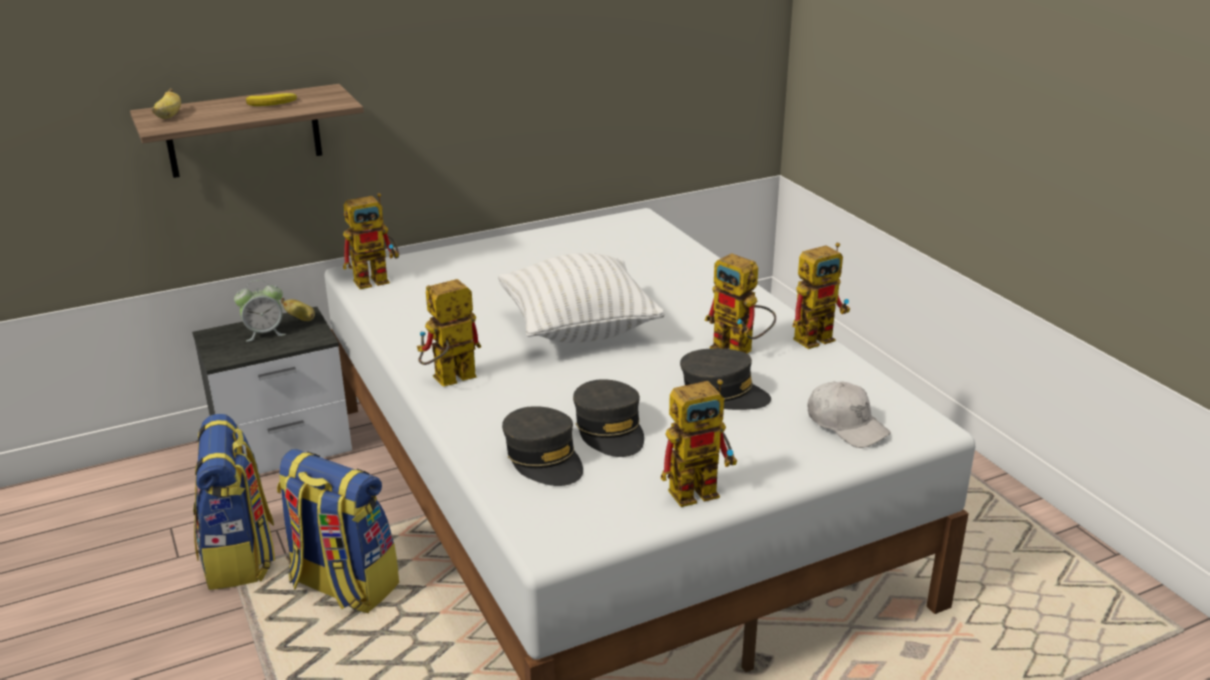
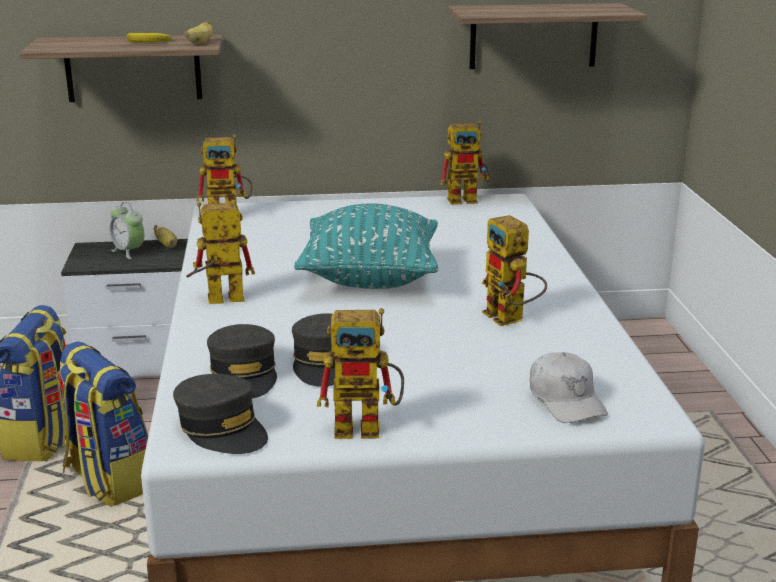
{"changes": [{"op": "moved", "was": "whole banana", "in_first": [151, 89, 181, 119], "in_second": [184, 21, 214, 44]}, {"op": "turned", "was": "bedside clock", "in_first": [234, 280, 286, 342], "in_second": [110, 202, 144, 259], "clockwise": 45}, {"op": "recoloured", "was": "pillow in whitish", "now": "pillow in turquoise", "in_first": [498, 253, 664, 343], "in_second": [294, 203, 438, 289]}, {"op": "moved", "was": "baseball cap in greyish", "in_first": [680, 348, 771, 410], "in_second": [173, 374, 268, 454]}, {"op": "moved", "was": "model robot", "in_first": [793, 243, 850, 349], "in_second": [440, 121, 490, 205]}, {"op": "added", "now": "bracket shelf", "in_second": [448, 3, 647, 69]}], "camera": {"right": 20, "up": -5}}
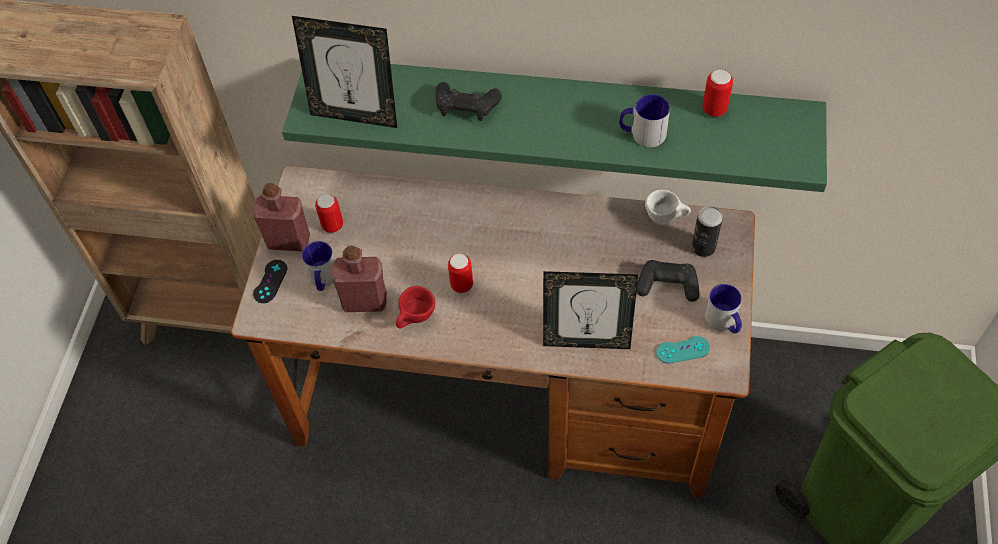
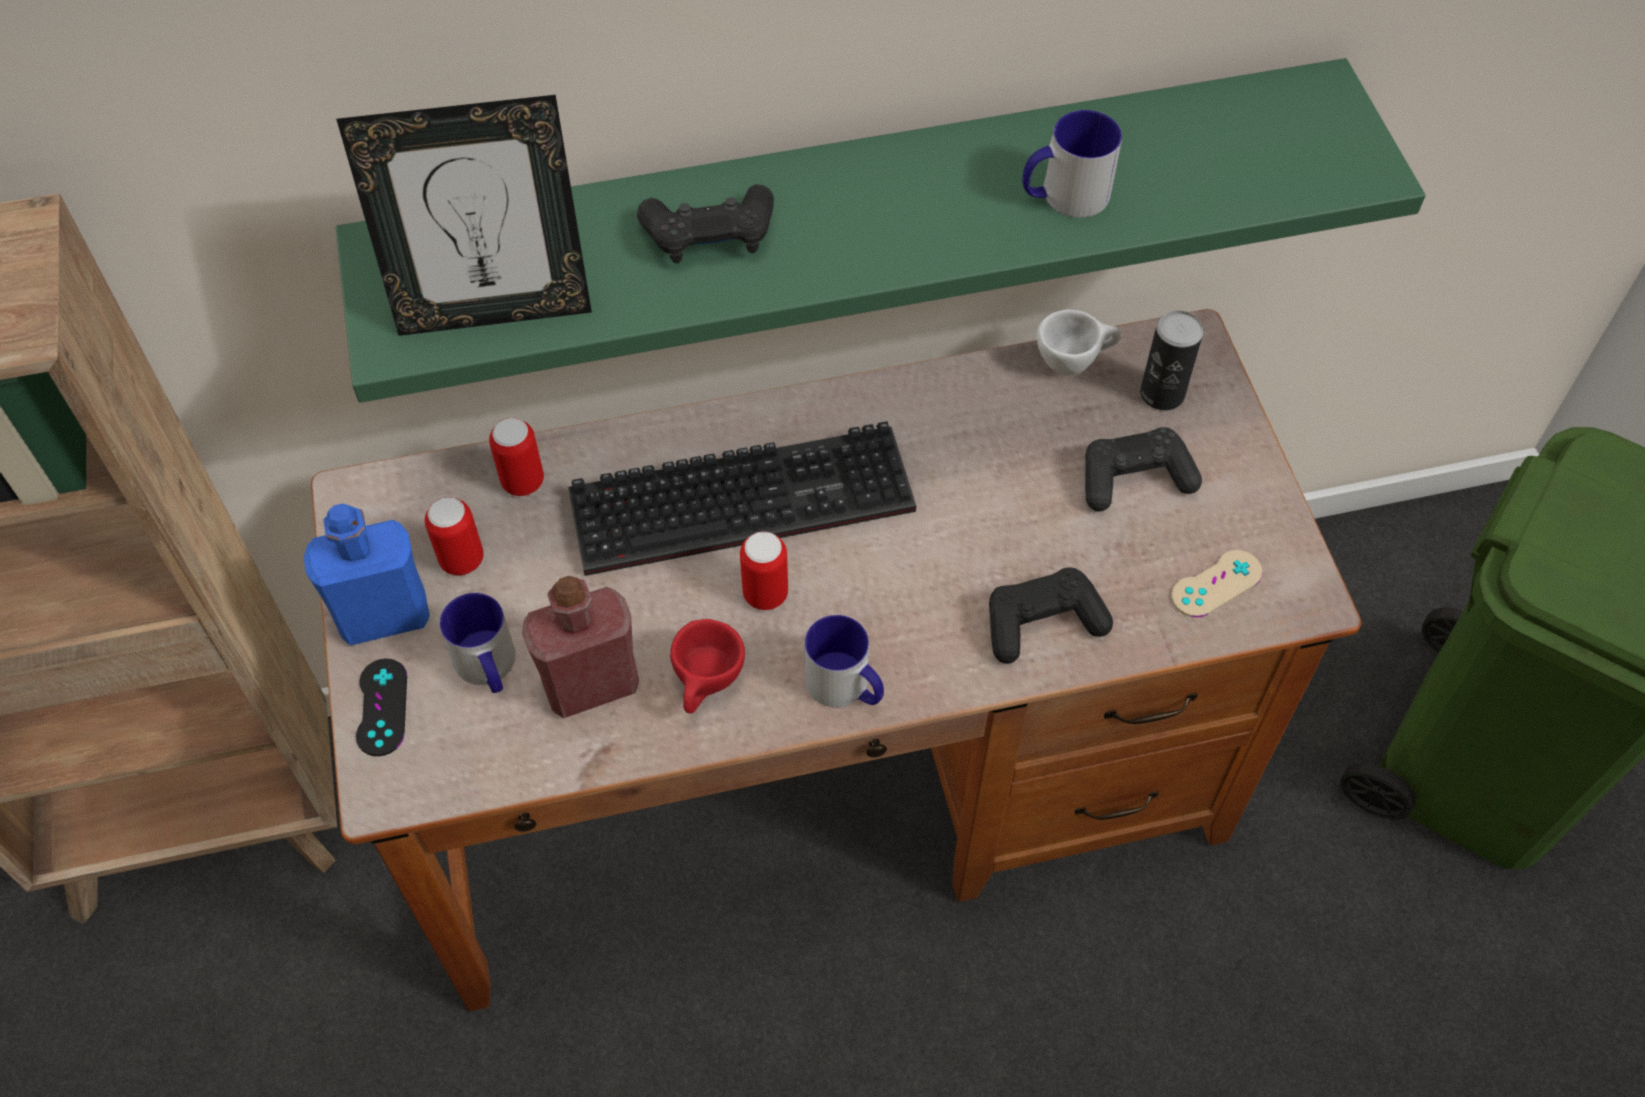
{"changes": [{"op": "recoloured", "was": "drink bottle in red-coloured", "now": "drink bottle in blue-coloured", "in_first": [252, 183, 310, 252], "in_second": [303, 504, 430, 646]}, {"op": "replaced", "was": "standing frame", "now": "joypad in blackish", "in_first": [543, 271, 638, 349], "in_second": [989, 567, 1113, 664]}, {"op": "recoloured", "was": "joypad in turquoise", "now": "joypad in sand-coloured", "in_first": [656, 336, 710, 364], "in_second": [1171, 550, 1262, 617]}, {"op": "moved", "was": "metal can", "in_first": [702, 69, 733, 117], "in_second": [489, 418, 544, 496]}, {"op": "moved", "was": "tea mug", "in_first": [705, 284, 742, 333], "in_second": [805, 615, 884, 707]}, {"op": "added", "now": "computer keyboard", "in_second": [568, 421, 916, 576]}], "camera": {"right": -25, "up": 0}}
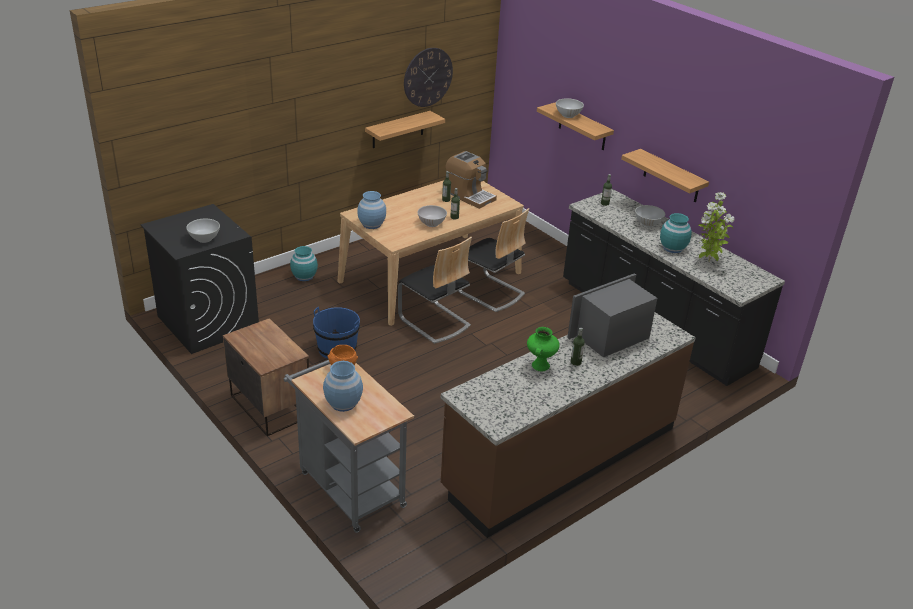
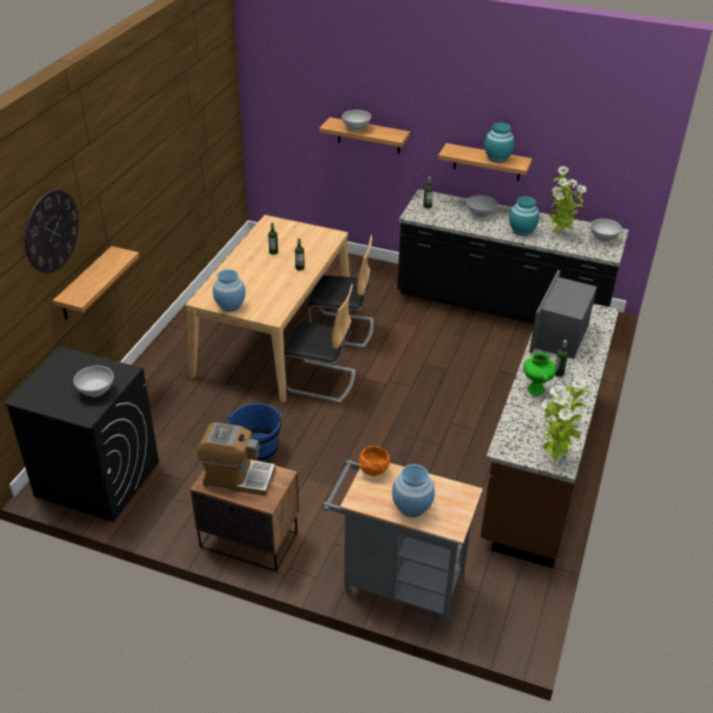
{"changes": [{"op": "moved", "was": "flower vase in turquoise", "in_first": [290, 246, 318, 281], "in_second": [484, 123, 515, 163]}, {"op": "moved", "was": "bracket shelf", "in_first": [365, 111, 445, 148], "in_second": [53, 246, 140, 320]}, {"op": "moved", "was": "clock on the wall", "in_first": [404, 48, 453, 107], "in_second": [25, 190, 79, 273]}, {"op": "moved", "was": "bowl in whitish", "in_first": [417, 205, 447, 227], "in_second": [591, 219, 622, 242]}, {"op": "moved", "was": "coffee machine", "in_first": [446, 151, 497, 209], "in_second": [197, 422, 276, 496]}, {"op": "added", "now": "potted plant", "in_second": [541, 378, 589, 461]}], "camera": {"right": -30, "up": 5}}
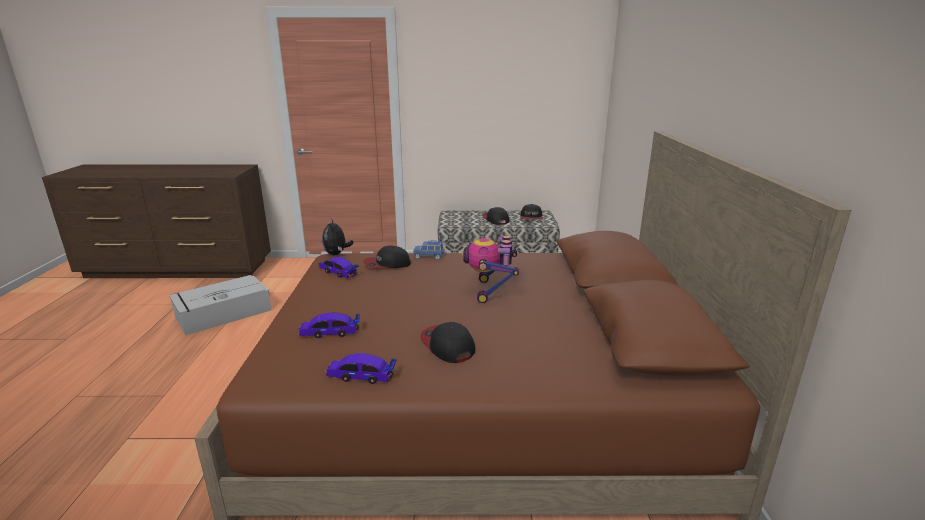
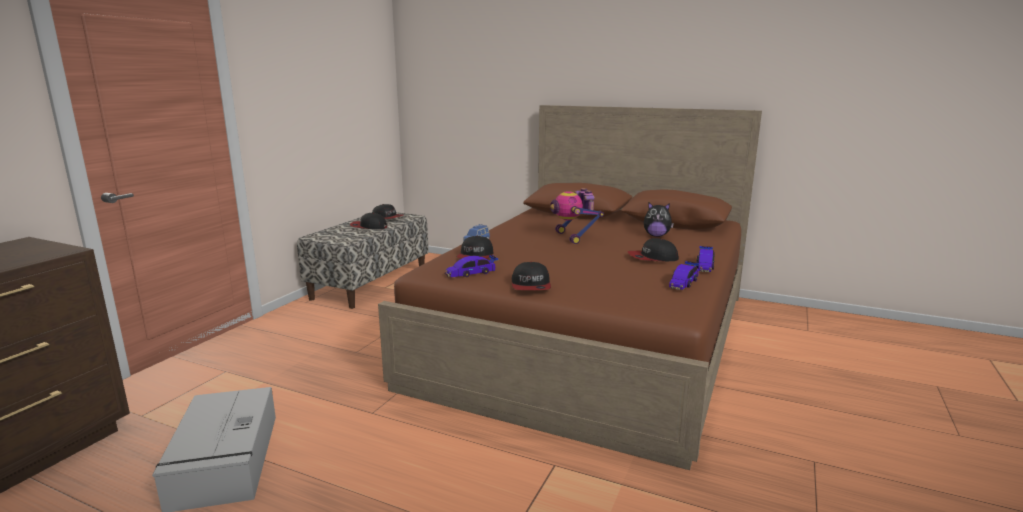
{"changes": [{"op": "moved", "was": "miniature car", "in_first": [297, 313, 360, 338], "in_second": [696, 246, 715, 272]}, {"op": "moved", "was": "cuddly toy", "in_first": [322, 220, 354, 255], "in_second": [644, 203, 674, 237]}, {"op": "turned", "was": "model robot", "in_first": [462, 236, 519, 303], "in_second": [550, 188, 604, 244], "clockwise": 45}, {"op": "added", "now": "baseball cap", "in_second": [512, 262, 551, 290]}], "camera": {"right": -65, "up": -5}}
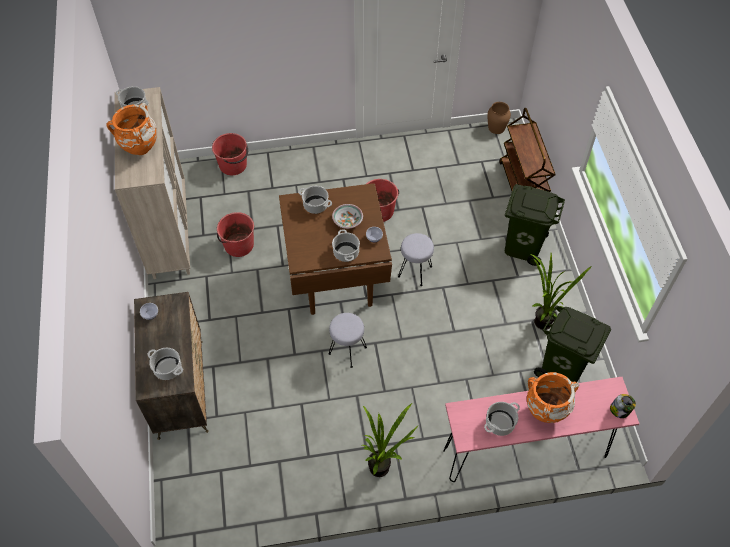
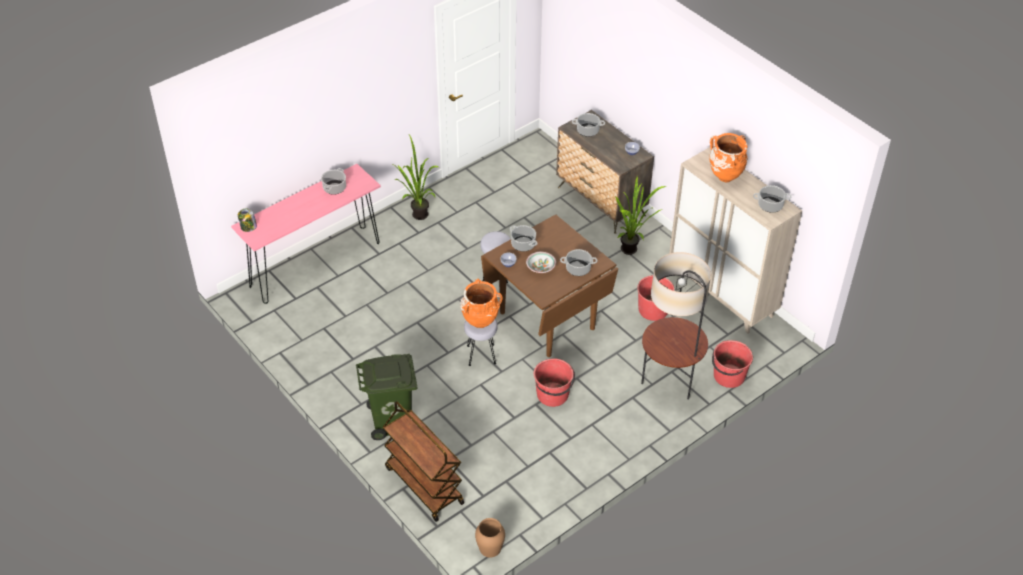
{"changes": [{"op": "moved", "was": "flower vase in orange", "in_first": [527, 372, 579, 423], "in_second": [460, 278, 503, 328]}, {"op": "moved", "was": "potted plant", "in_first": [531, 253, 592, 330], "in_second": [615, 177, 666, 255]}, {"op": "removed", "was": "rubbish bin in green", "in_first": [534, 305, 611, 382]}, {"op": "added", "now": "standard lamp", "in_second": [641, 252, 711, 400]}], "camera": {"right": 150, "up": -10}}
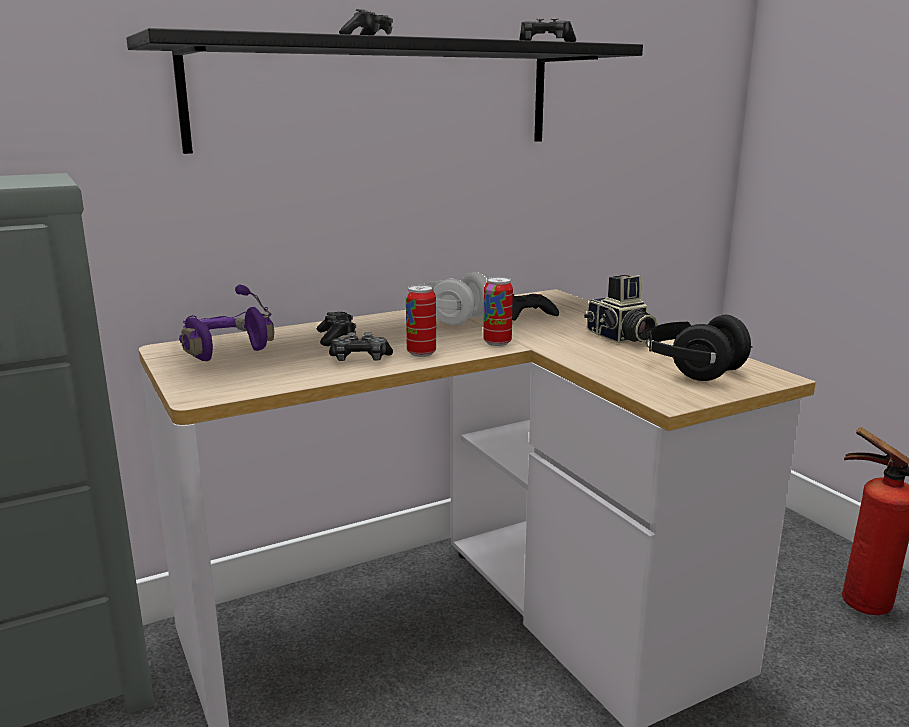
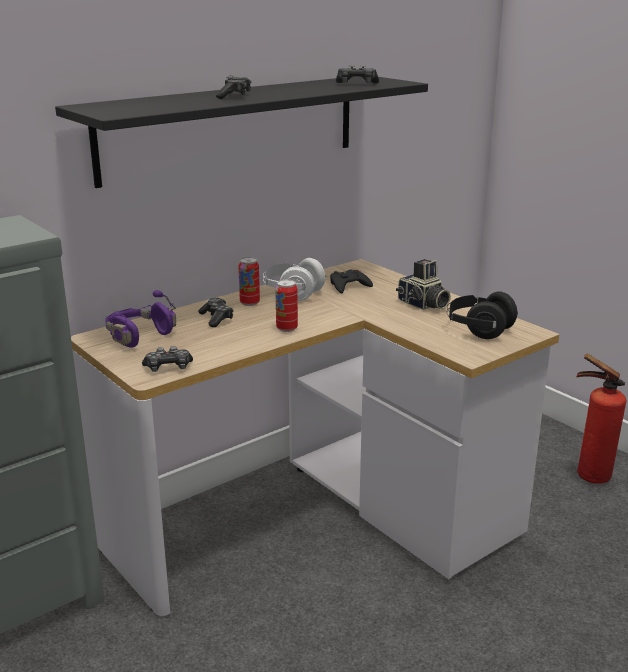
{"changes": [{"op": "moved", "was": "joypad", "in_first": [329, 332, 393, 361], "in_second": [142, 346, 193, 372]}, {"op": "moved", "was": "metal can", "in_first": [483, 277, 513, 346], "in_second": [238, 257, 260, 306]}], "camera": {"right": -10, "up": 5}}
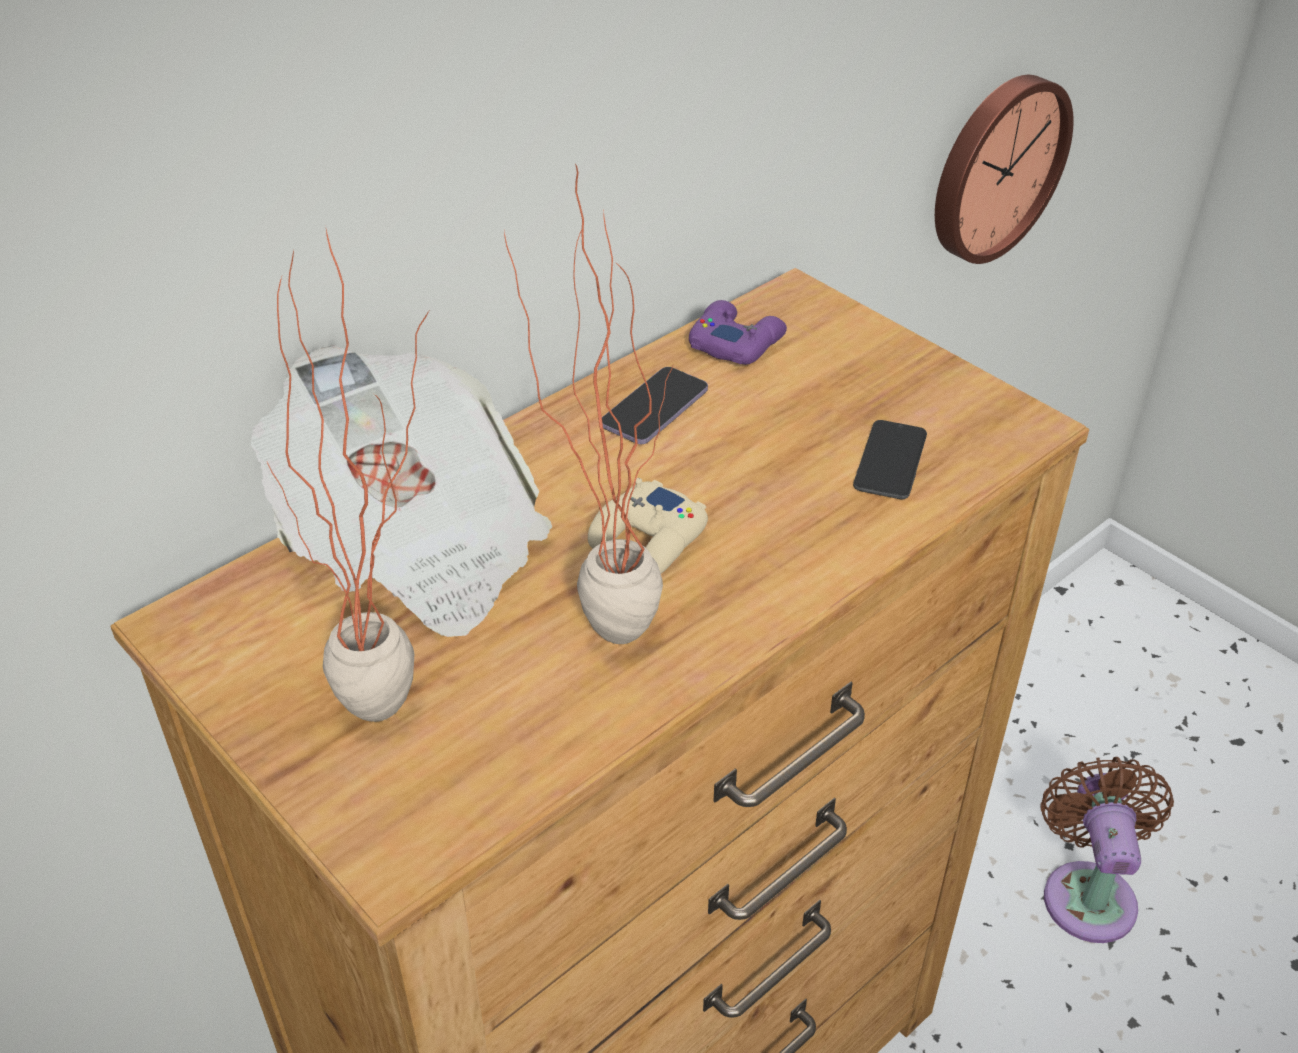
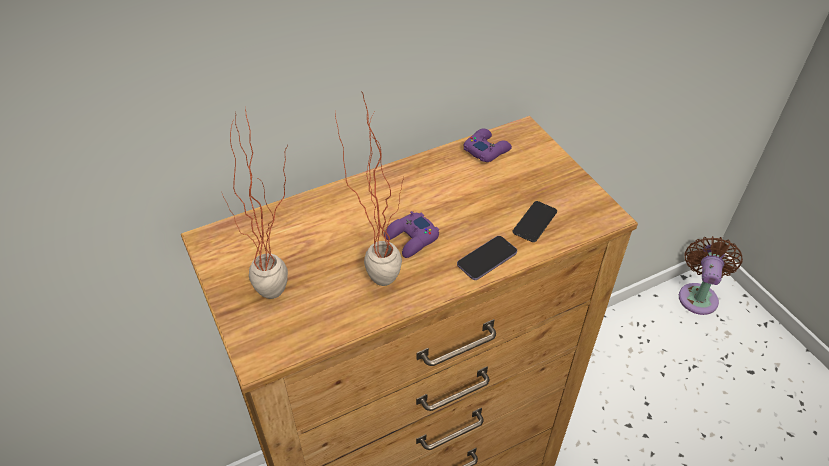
{"changes": [{"op": "removed", "was": "newspaper", "in_first": [251, 346, 552, 637]}, {"op": "recoloured", "was": "joypad in sand-coloured", "now": "joypad in purple-coloured", "in_first": [588, 478, 708, 574], "in_second": [384, 211, 439, 258]}, {"op": "moved", "was": "handset", "in_first": [602, 367, 708, 444], "in_second": [457, 236, 517, 280]}, {"op": "removed", "was": "clock on the wall", "in_first": [935, 75, 1074, 264]}, {"op": "moved", "was": "cooling fan in brownish", "in_first": [1041, 757, 1174, 943], "in_second": [679, 236, 743, 315]}], "camera": {"right": 15, "up": 5}}
